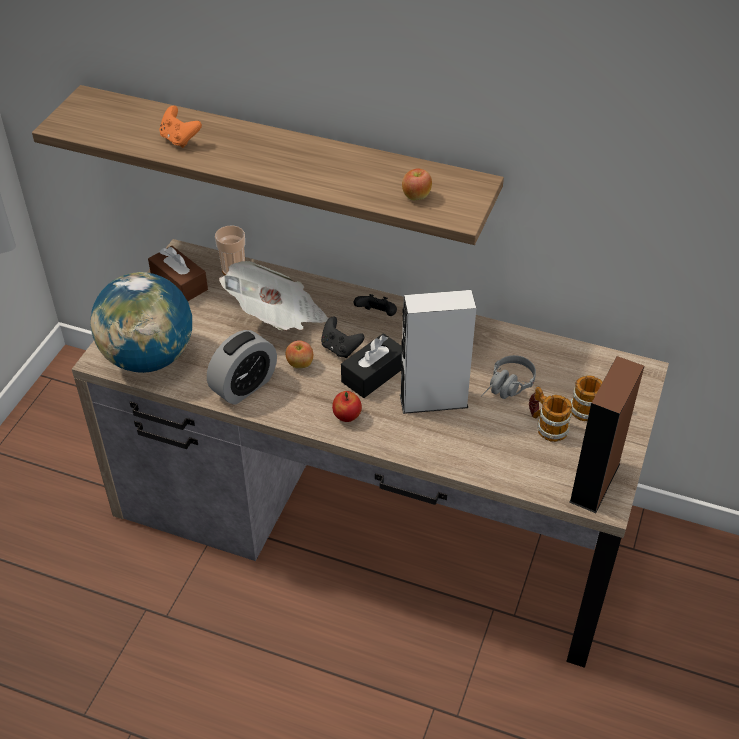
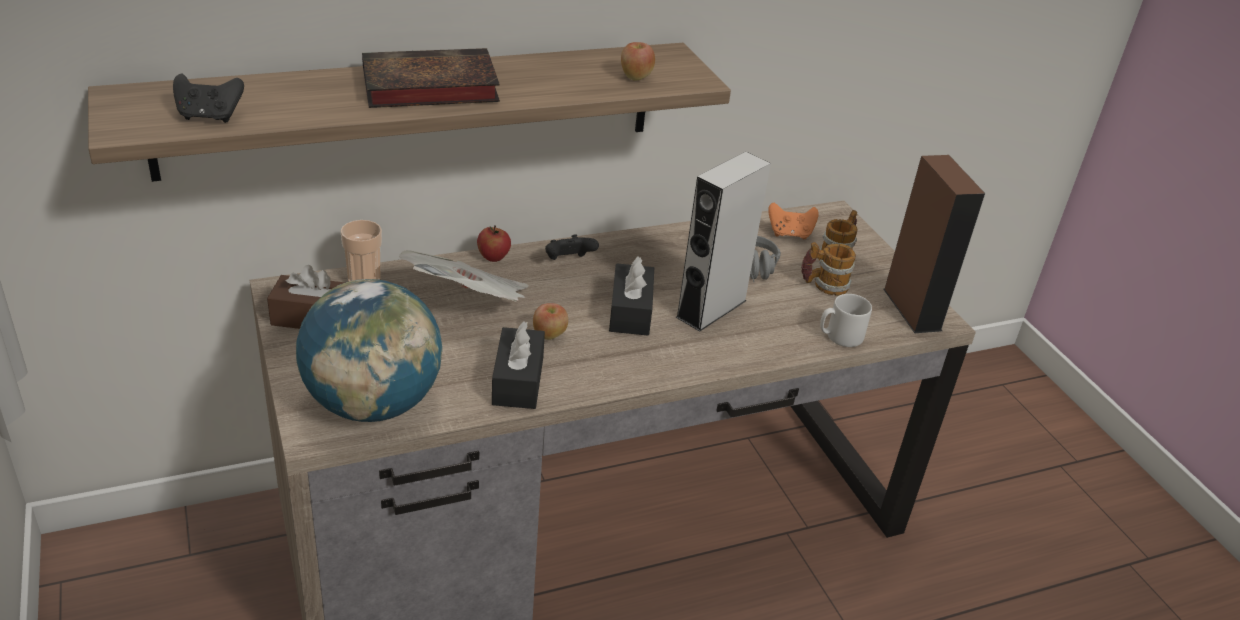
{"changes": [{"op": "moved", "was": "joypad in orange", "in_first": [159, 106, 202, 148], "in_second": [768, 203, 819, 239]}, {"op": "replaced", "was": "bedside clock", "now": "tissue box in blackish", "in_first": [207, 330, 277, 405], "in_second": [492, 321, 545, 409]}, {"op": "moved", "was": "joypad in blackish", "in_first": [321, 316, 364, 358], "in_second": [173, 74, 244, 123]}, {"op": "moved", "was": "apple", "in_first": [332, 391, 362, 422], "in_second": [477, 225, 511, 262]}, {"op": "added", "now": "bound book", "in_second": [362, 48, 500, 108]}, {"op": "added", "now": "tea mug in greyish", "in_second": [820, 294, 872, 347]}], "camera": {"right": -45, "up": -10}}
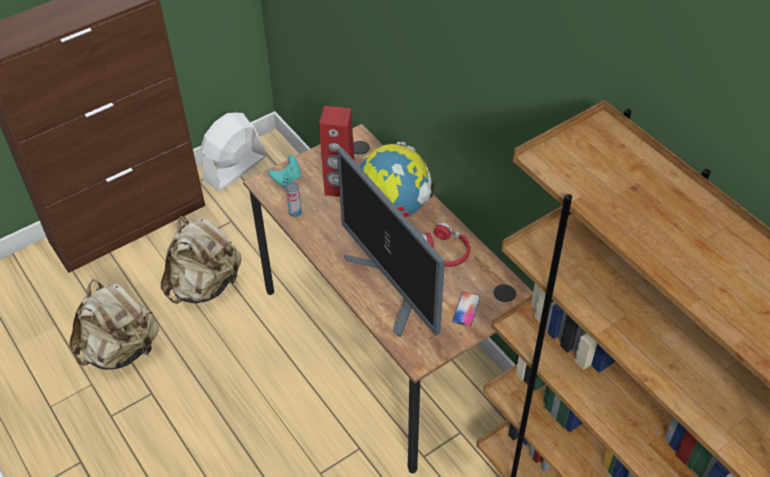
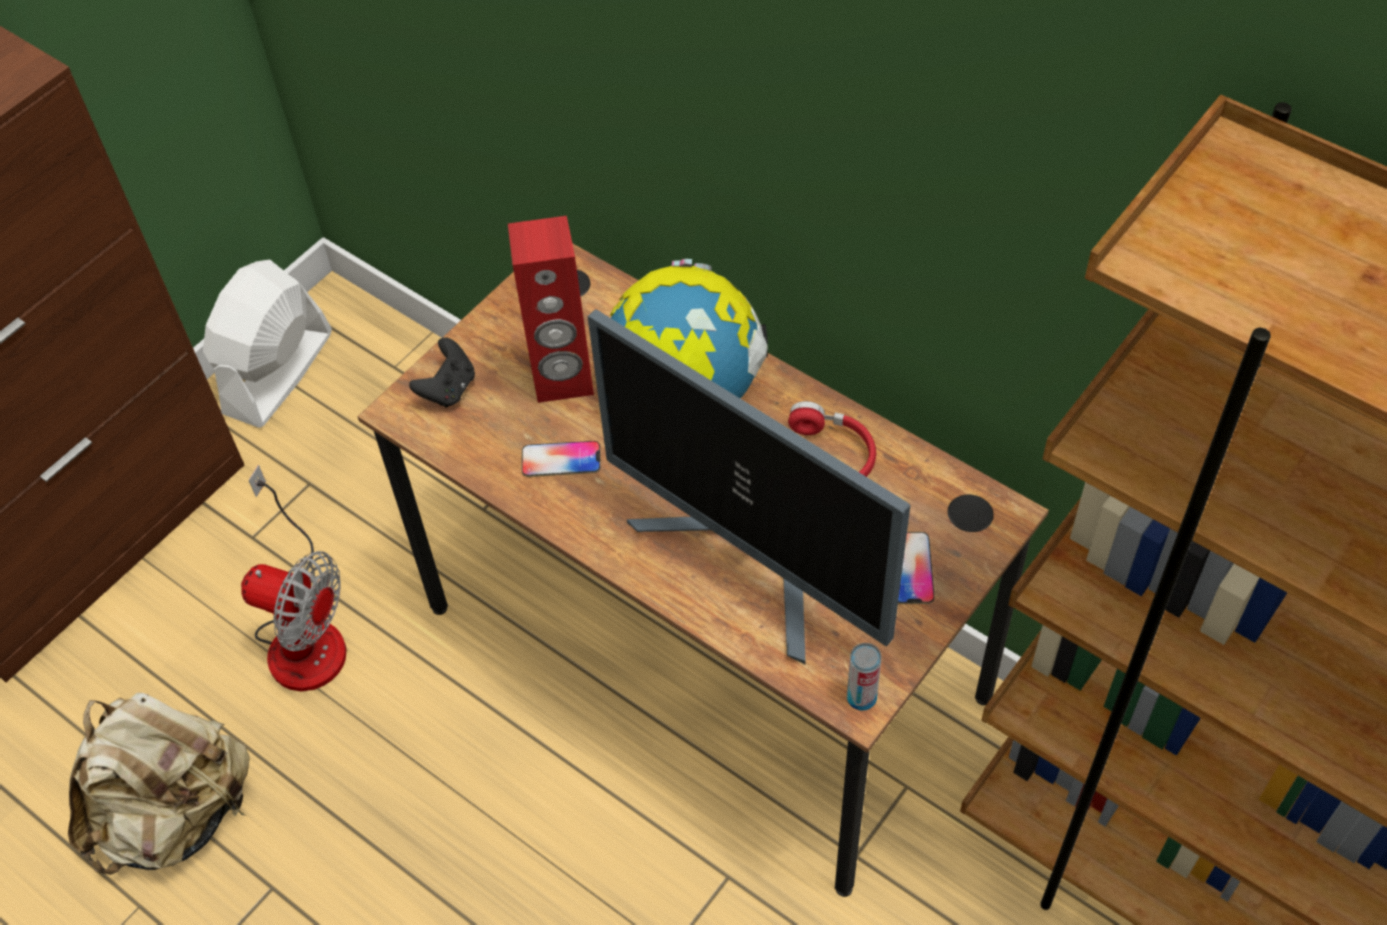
{"changes": [{"op": "replaced", "was": "knapsack in sand-coloured", "now": "cooling fan", "in_first": [161, 216, 242, 304], "in_second": [241, 465, 347, 692]}, {"op": "recoloured", "was": "joypad in turquoise", "now": "joypad in blackish", "in_first": [268, 155, 301, 187], "in_second": [409, 337, 475, 407]}, {"op": "moved", "was": "metal can", "in_first": [286, 182, 301, 217], "in_second": [847, 643, 881, 710]}, {"op": "added", "now": "handset", "in_second": [522, 441, 601, 477]}], "camera": {"right": -15, "up": 5}}
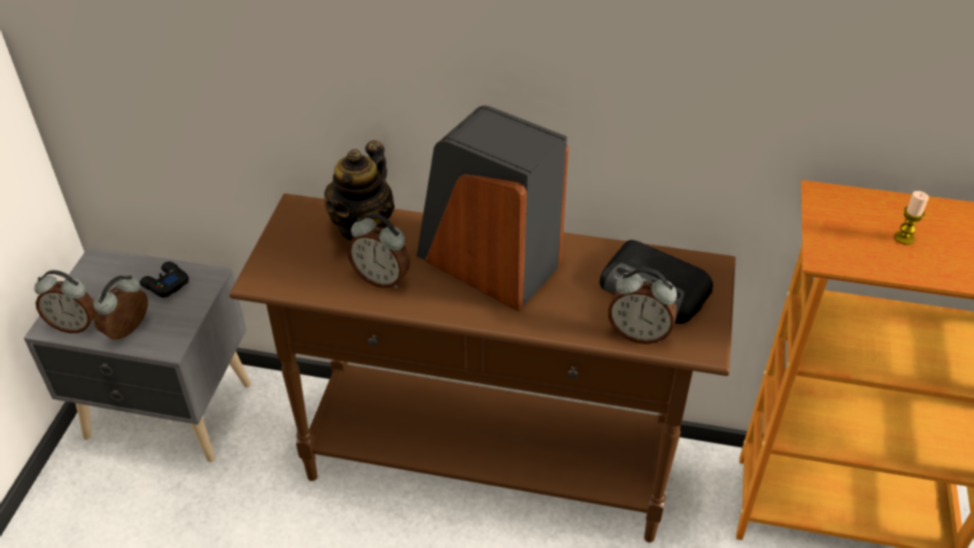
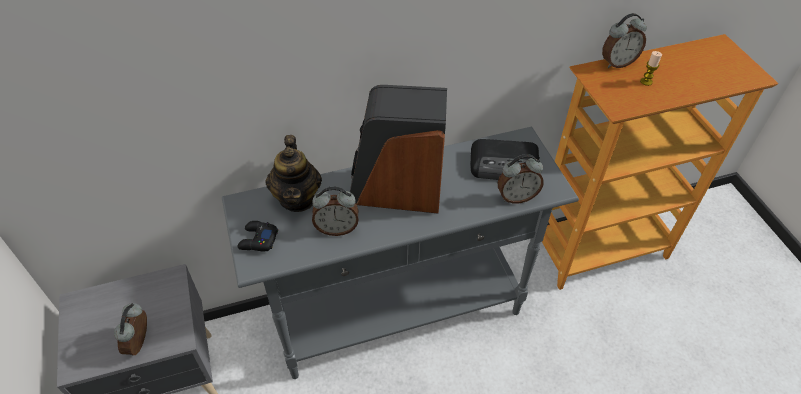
{"changes": [{"op": "moved", "was": "bedside clock", "in_first": [34, 270, 96, 333], "in_second": [602, 13, 647, 68]}, {"op": "moved", "was": "joypad in blackish", "in_first": [140, 261, 189, 298], "in_second": [237, 221, 278, 251]}, {"op": "recoloured", "was": "console table in brownish", "now": "console table in greyish", "in_first": [229, 193, 736, 543], "in_second": [222, 127, 579, 379]}], "camera": {"right": -30, "up": 5}}
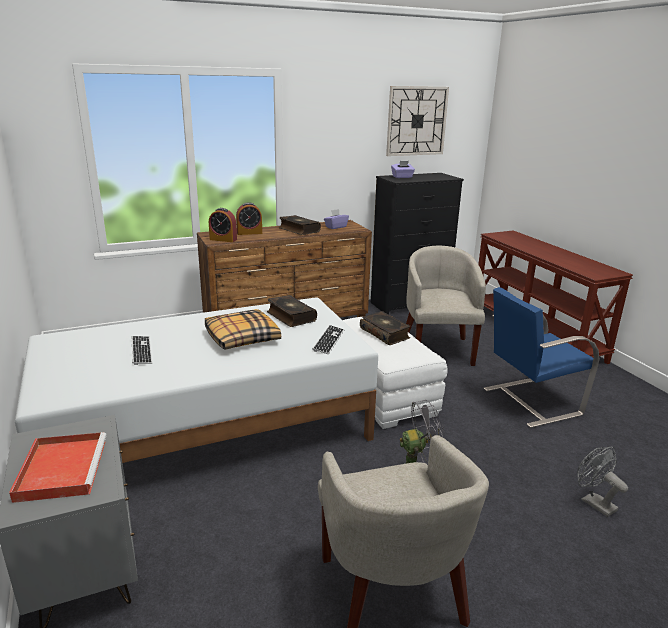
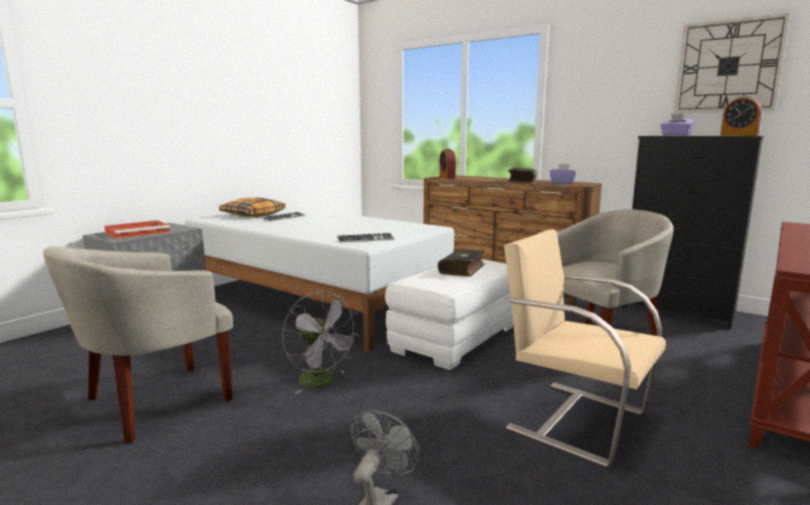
{"changes": [{"op": "moved", "was": "pillow", "in_first": [205, 309, 281, 350], "in_second": [219, 198, 286, 217]}, {"op": "moved", "was": "bedside clock", "in_first": [236, 202, 262, 235], "in_second": [720, 96, 762, 136]}, {"op": "removed", "was": "bound book", "in_first": [267, 295, 317, 327]}, {"op": "recoloured", "was": "upright chair in blue-coloured", "now": "upright chair in sand-coloured", "in_first": [483, 287, 599, 428], "in_second": [504, 229, 666, 467]}], "camera": {"right": 60, "up": -10}}
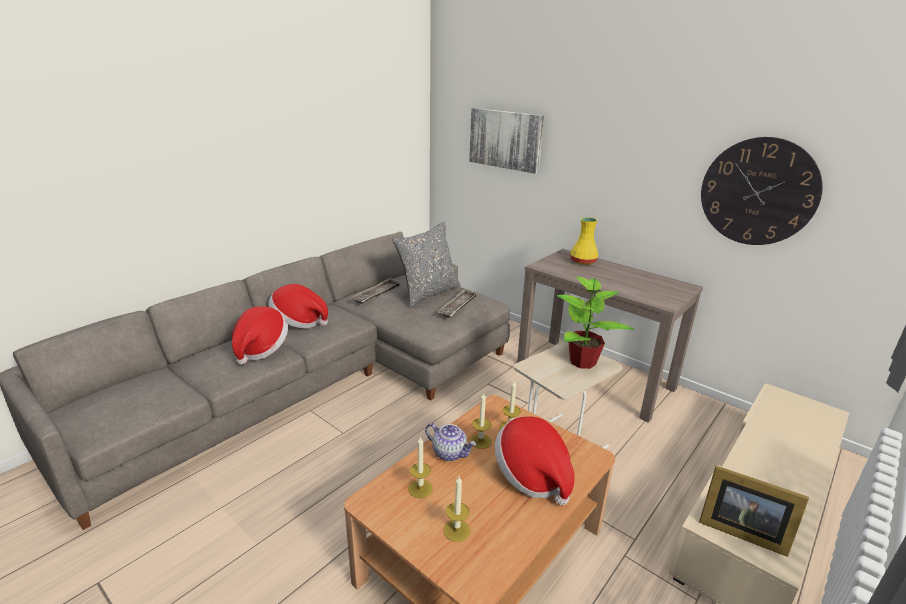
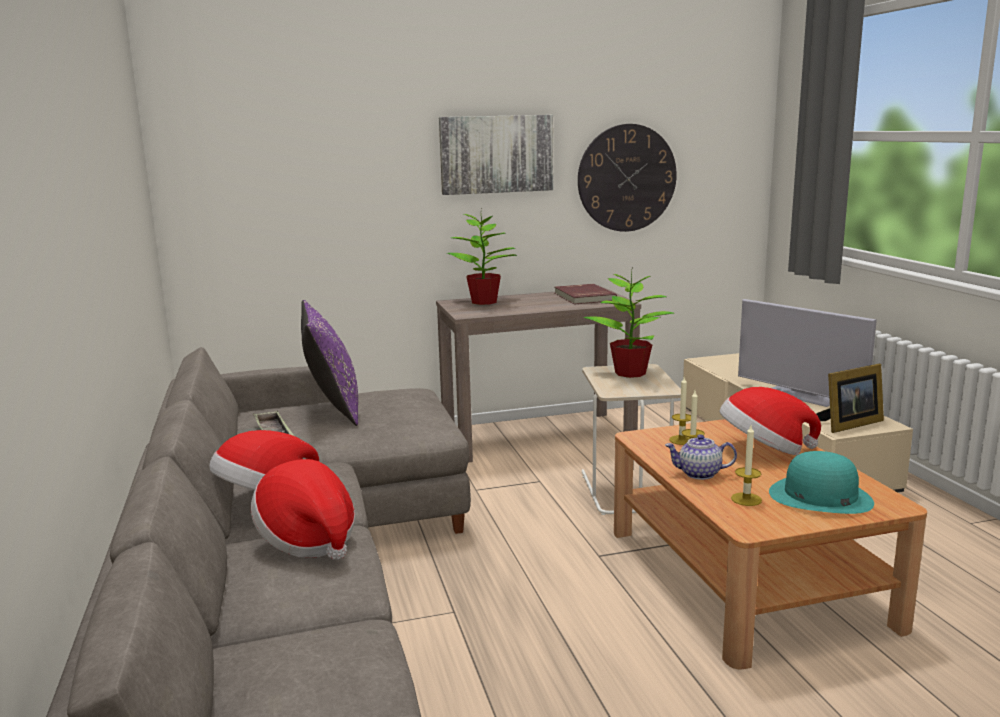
{"changes": [{"op": "recoloured", "was": "pillow in greyish", "now": "pillow in purple-coloured", "in_first": [392, 222, 461, 308], "in_second": [301, 300, 358, 426]}, {"op": "turned", "was": "pot for tea", "in_first": [425, 423, 476, 461], "in_second": [665, 434, 737, 480], "clockwise": -150}, {"op": "removed", "was": "serving tray", "in_first": [437, 288, 477, 318]}, {"op": "replaced", "was": "wax light", "now": "clothing hat in turquoise", "in_first": [444, 476, 470, 542], "in_second": [769, 451, 874, 514]}, {"op": "moved", "was": "wall art", "in_first": [469, 108, 544, 174], "in_second": [439, 115, 553, 195]}, {"op": "replaced", "was": "flower vase in yellowish", "now": "potted plant", "in_first": [570, 217, 598, 265], "in_second": [447, 209, 517, 305]}, {"op": "added", "now": "bound book in red-coloured", "in_second": [554, 284, 617, 305]}, {"op": "added", "now": "TV", "in_second": [738, 299, 877, 407]}], "camera": {"right": -55, "up": -10}}
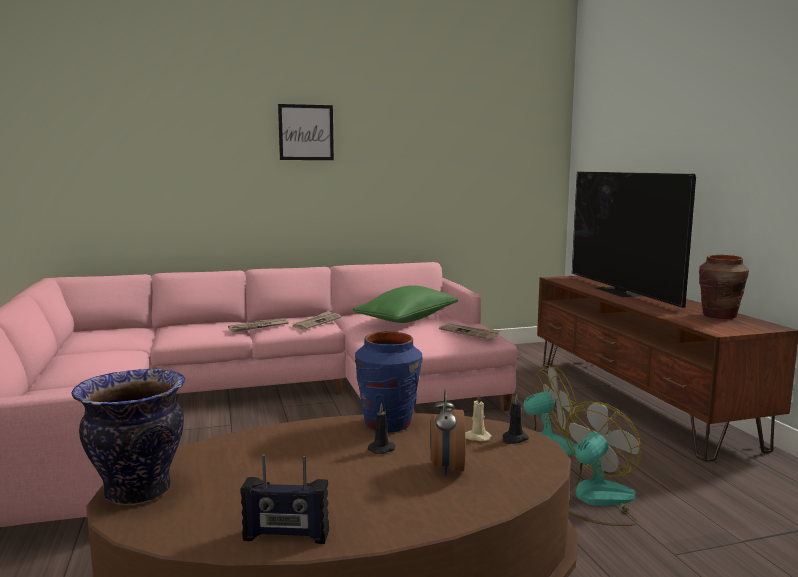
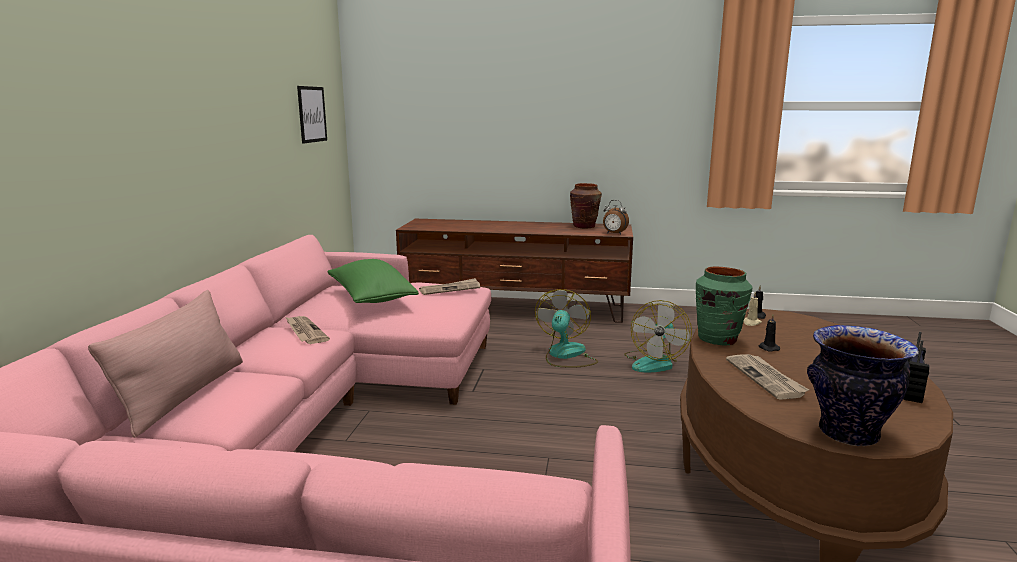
{"changes": [{"op": "moved", "was": "newspaper", "in_first": [228, 318, 289, 332], "in_second": [726, 354, 809, 400]}, {"op": "moved", "was": "wall art", "in_first": [278, 104, 334, 160], "in_second": [297, 86, 327, 144]}, {"op": "recoloured", "was": "flower vase in blue-coloured", "now": "flower vase in green", "in_first": [355, 332, 423, 433], "in_second": [696, 266, 752, 345]}, {"op": "moved", "was": "bedside clock", "in_first": [430, 389, 465, 476], "in_second": [603, 200, 629, 235]}, {"op": "turned", "was": "cooling fan", "in_first": [565, 402, 641, 526], "in_second": [624, 300, 692, 372], "clockwise": -135}, {"op": "removed", "was": "TV", "in_first": [572, 172, 696, 308]}, {"op": "added", "now": "pillow in pink-coloured", "in_second": [88, 290, 243, 438]}], "camera": {"right": -65, "up": 5}}
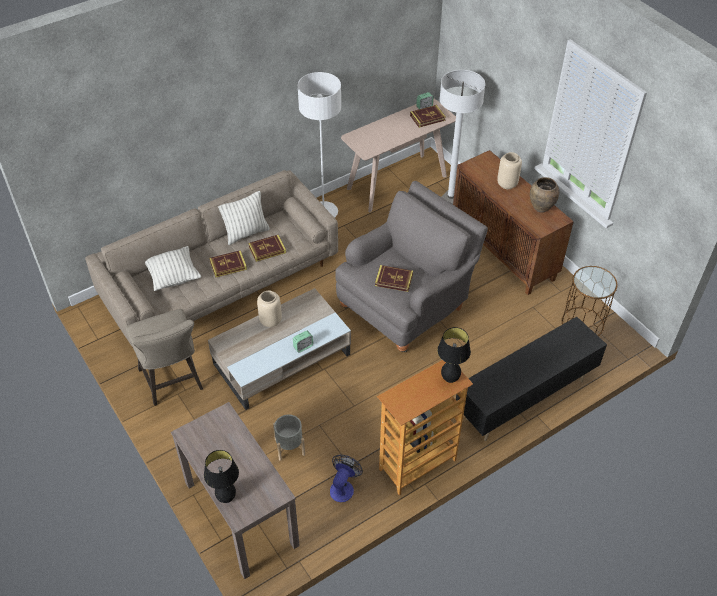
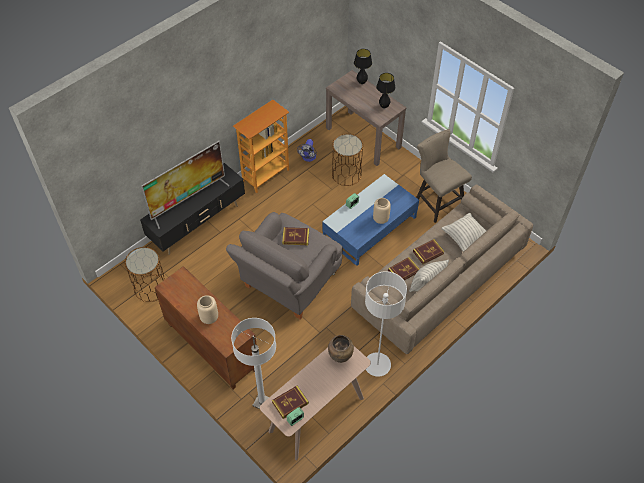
{"changes": [{"op": "recoloured", "was": "coffee table in sand-coloured", "now": "coffee table in blue-coloured", "in_first": [208, 288, 351, 410], "in_second": [322, 174, 419, 266]}, {"op": "replaced", "was": "flower pot in greyish", "now": "accent table in brownish", "in_first": [273, 414, 305, 461], "in_second": [332, 134, 363, 186]}, {"op": "moved", "was": "lamp for a table in blackish", "in_first": [437, 327, 471, 383], "in_second": [377, 73, 395, 109]}, {"op": "moved", "was": "flower vase in brownish", "in_first": [530, 177, 559, 213], "in_second": [328, 335, 354, 363]}, {"op": "added", "now": "TV", "in_second": [142, 141, 230, 229]}], "camera": {"right": 170, "up": 5}}
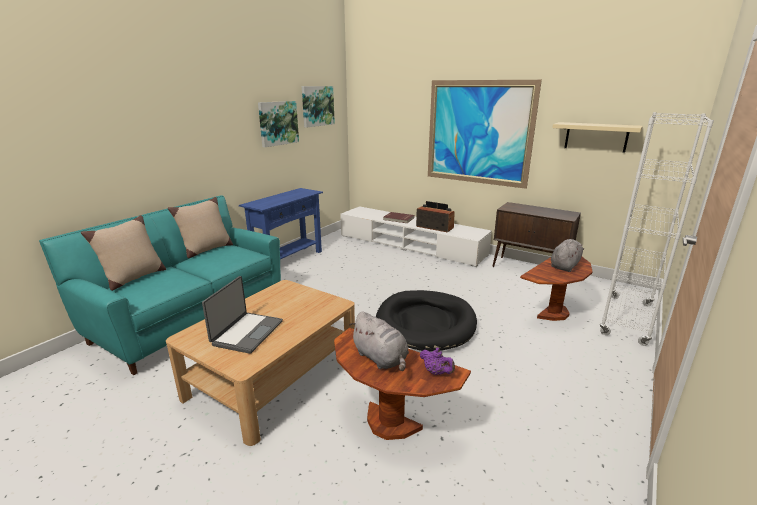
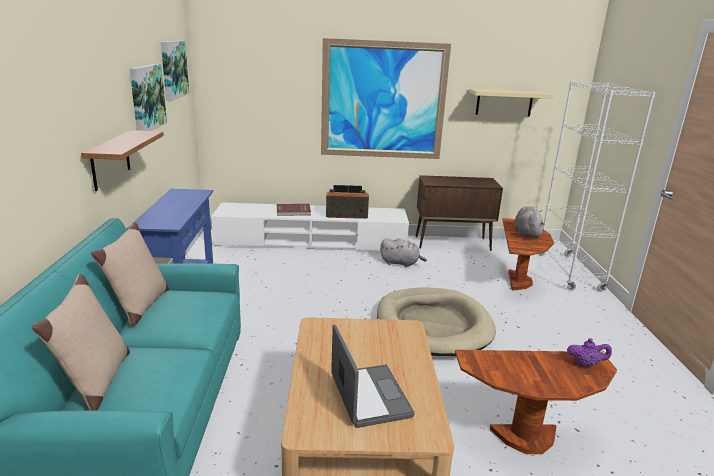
{"changes": [{"op": "moved", "was": "cuddly toy in greyish", "in_first": [349, 311, 409, 371], "in_second": [380, 238, 427, 267]}, {"op": "recoloured", "was": "dog cushion in blackish", "now": "dog cushion in sand-coloured", "in_first": [376, 290, 477, 352], "in_second": [377, 288, 496, 356]}, {"op": "added", "now": "bracket shelf", "in_second": [81, 130, 164, 191]}], "camera": {"right": -35, "up": 0}}
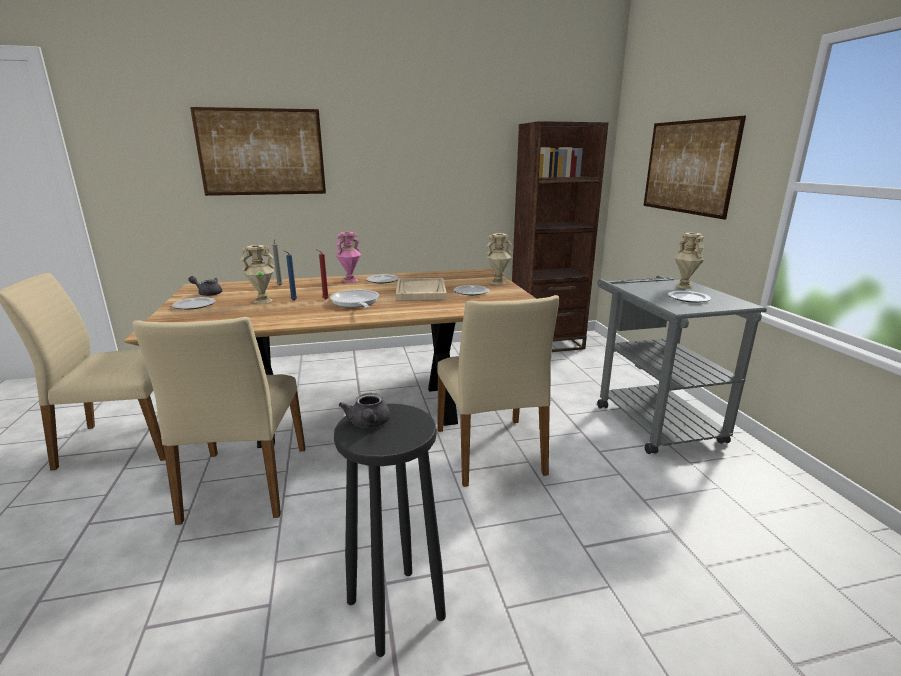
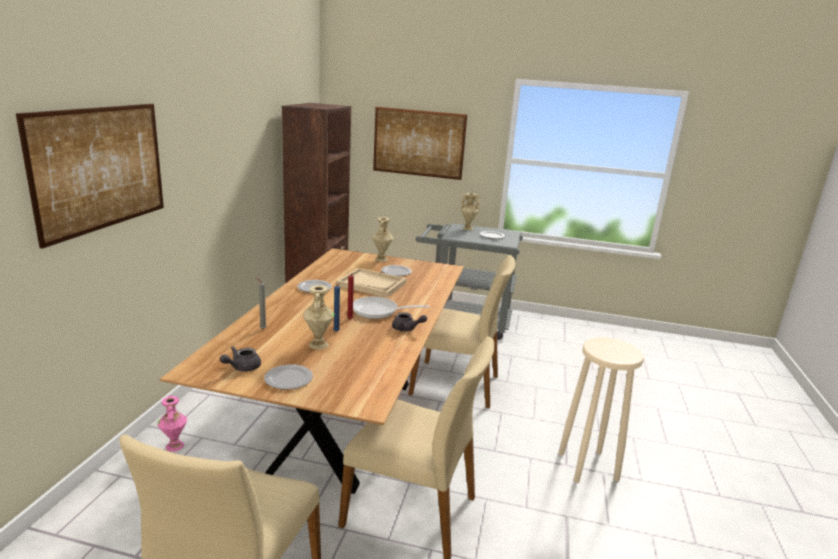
{"changes": [{"op": "recoloured", "was": "sitting stool in blackish", "now": "sitting stool in sand-coloured", "in_first": [334, 404, 446, 657], "in_second": [558, 337, 644, 483]}, {"op": "moved", "was": "flower vase in pink-coloured", "in_first": [336, 232, 361, 283], "in_second": [158, 395, 187, 452]}, {"op": "moved", "was": "pot for tea in greyish", "in_first": [339, 393, 391, 428], "in_second": [392, 312, 427, 332]}], "camera": {"right": -65, "up": 0}}
